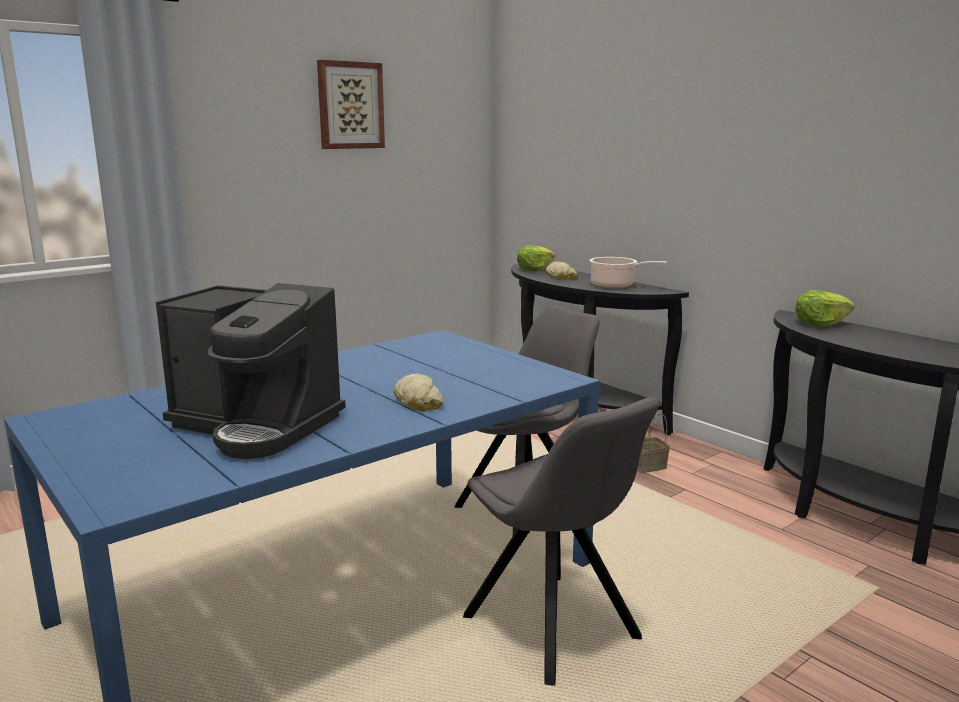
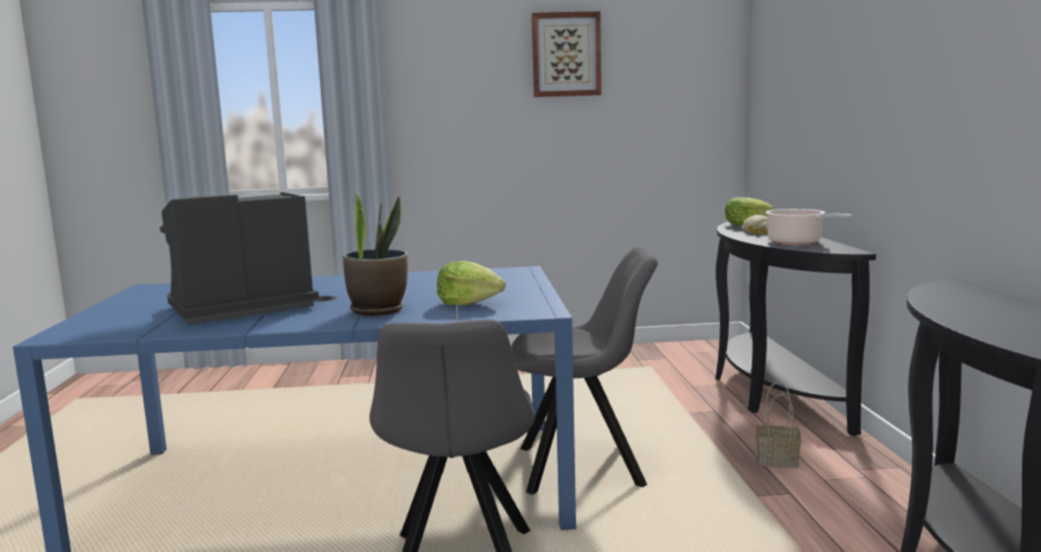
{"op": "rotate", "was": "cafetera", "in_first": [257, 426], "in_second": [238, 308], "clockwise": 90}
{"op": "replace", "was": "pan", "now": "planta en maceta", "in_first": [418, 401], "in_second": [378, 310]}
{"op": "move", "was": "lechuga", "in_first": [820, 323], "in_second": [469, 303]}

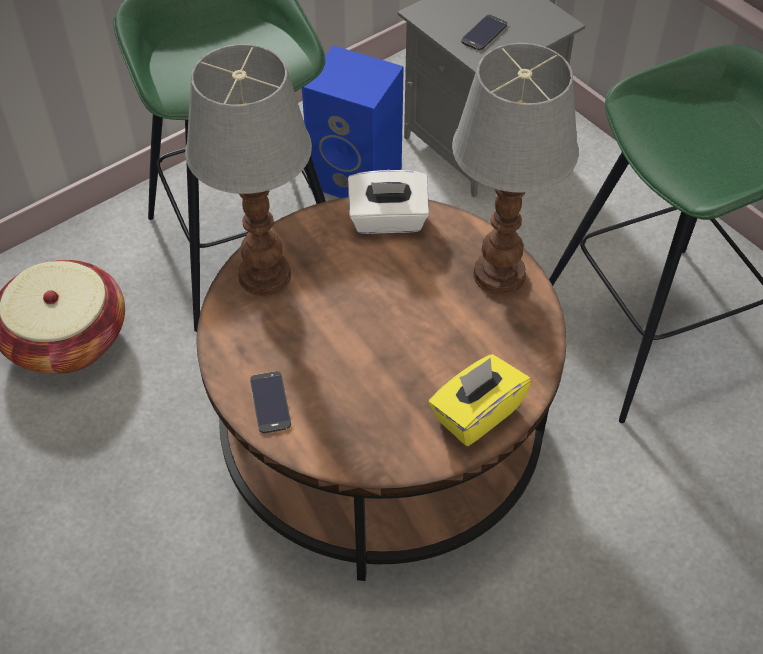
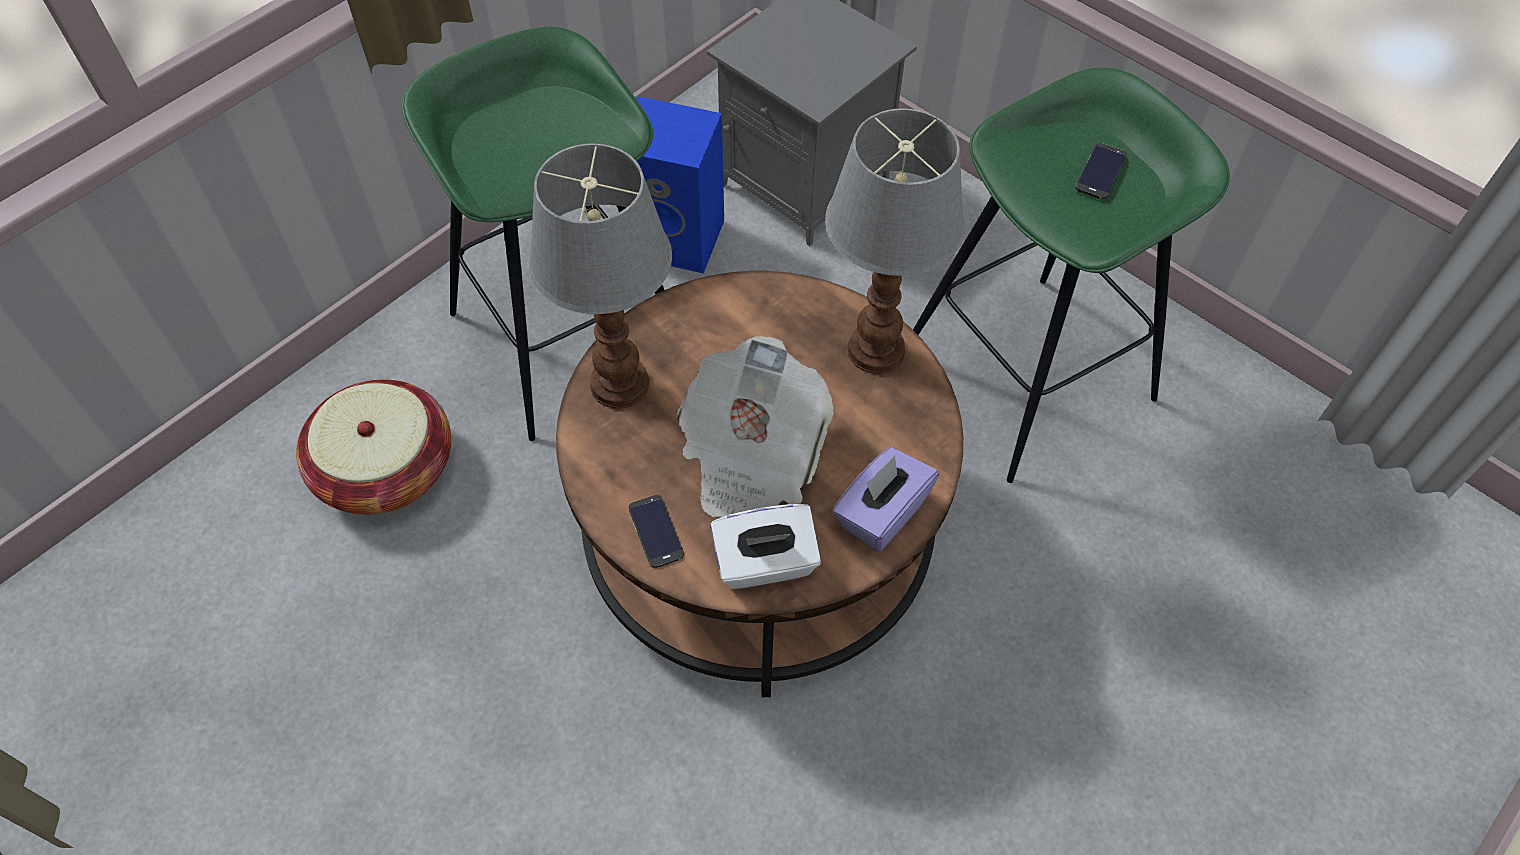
{"op": "move", "was": "caja de pañuelos (blanco)", "in_first": [388, 220], "in_second": [765, 563]}
{"op": "recolor", "was": "caja de pañuelos (amarillo)", "now": "caja de pañuelos (morado)", "in_first": [476, 413], "in_second": [881, 513]}
{"op": "move", "was": "móvil", "in_first": [484, 33], "in_second": [1100, 172]}
{"op": "insert", "now": "periódico", "in_second": [750, 454]}

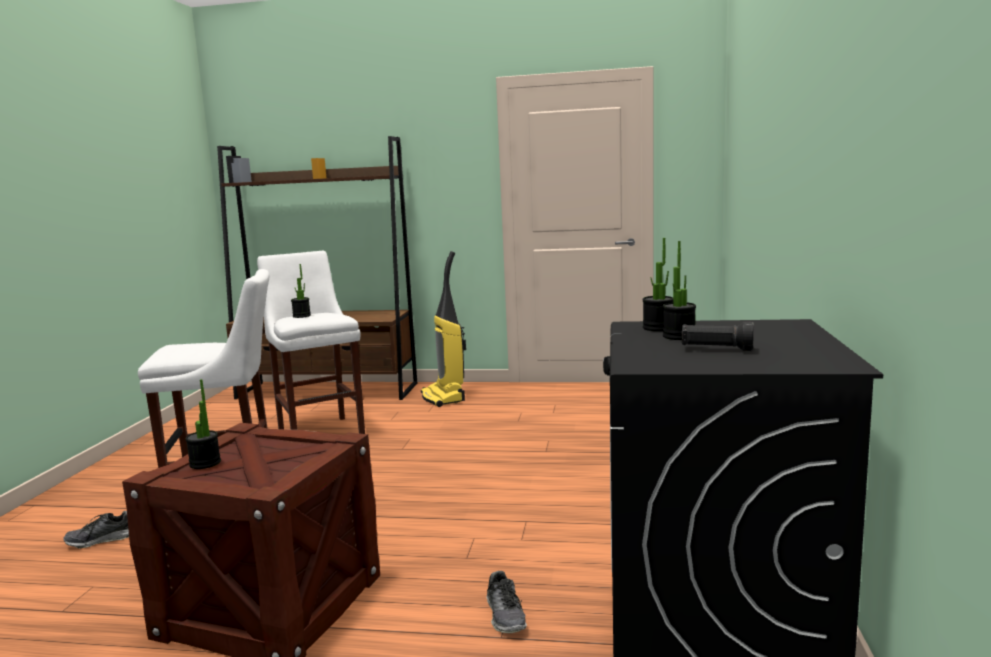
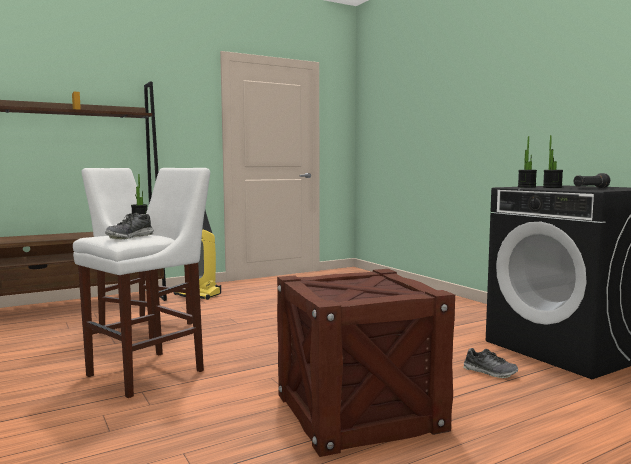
{"op": "move", "was": "zapato", "in_first": [102, 540], "in_second": [130, 237]}
{"op": "delete", "was": "planta en maceta", "in_first": [205, 463]}

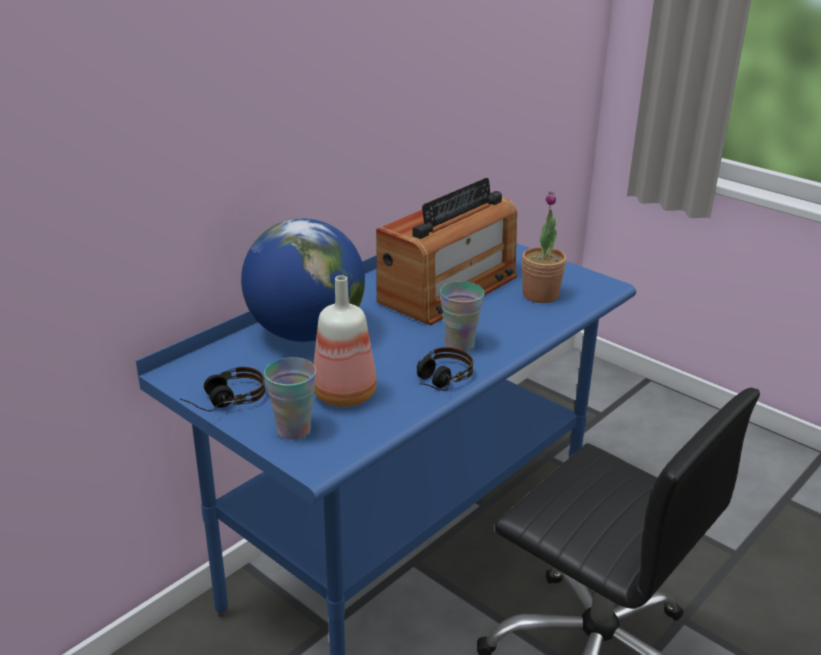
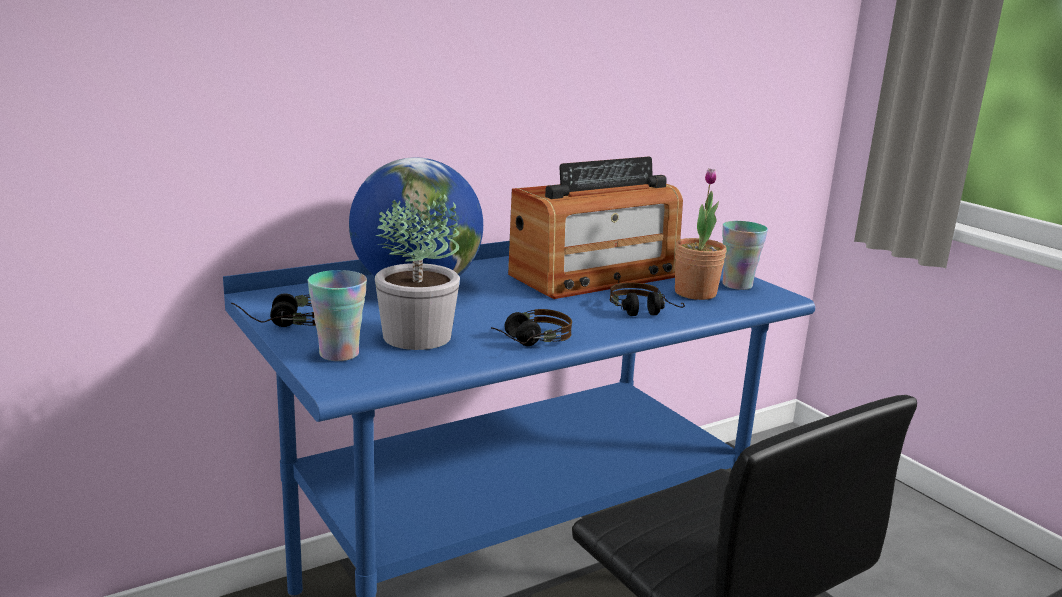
{"op": "replace", "was": "botella", "now": "planta en maceta", "in_first": [346, 394], "in_second": [419, 336]}
{"op": "move", "was": "taza", "in_first": [459, 344], "in_second": [737, 285]}
{"op": "insert", "now": "auriculares", "in_second": [645, 314]}

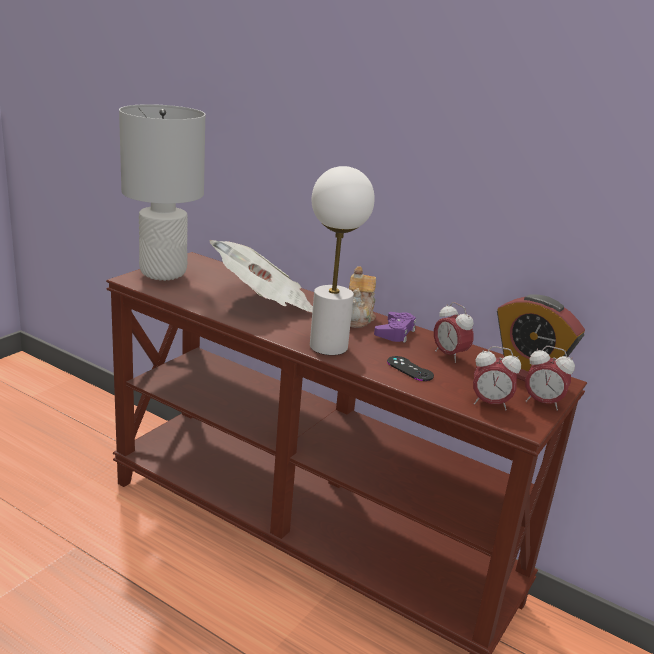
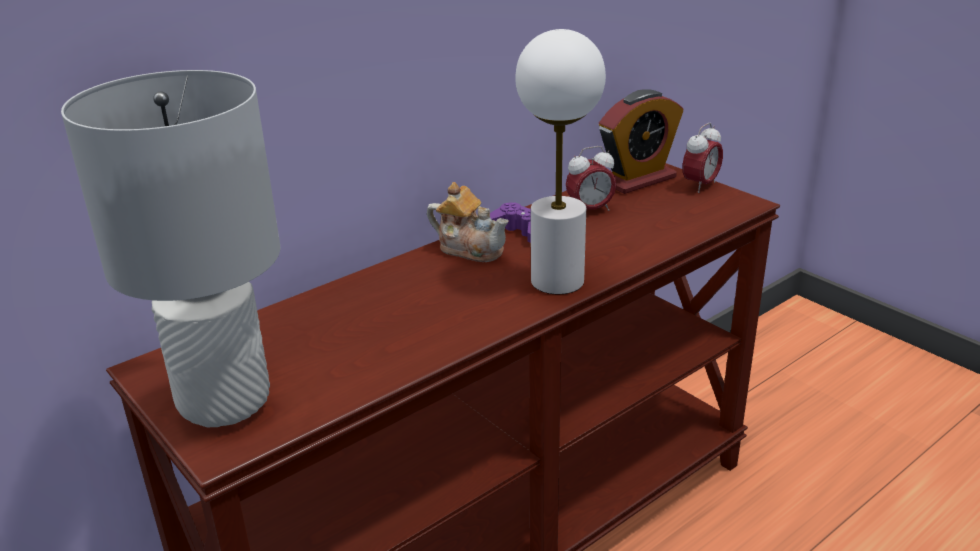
{"op": "delete", "was": "periódico", "in_first": [264, 303]}
{"op": "delete", "was": "mando de consola (negro)", "in_first": [410, 369]}
{"op": "delete", "was": "despertador", "in_first": [490, 404]}

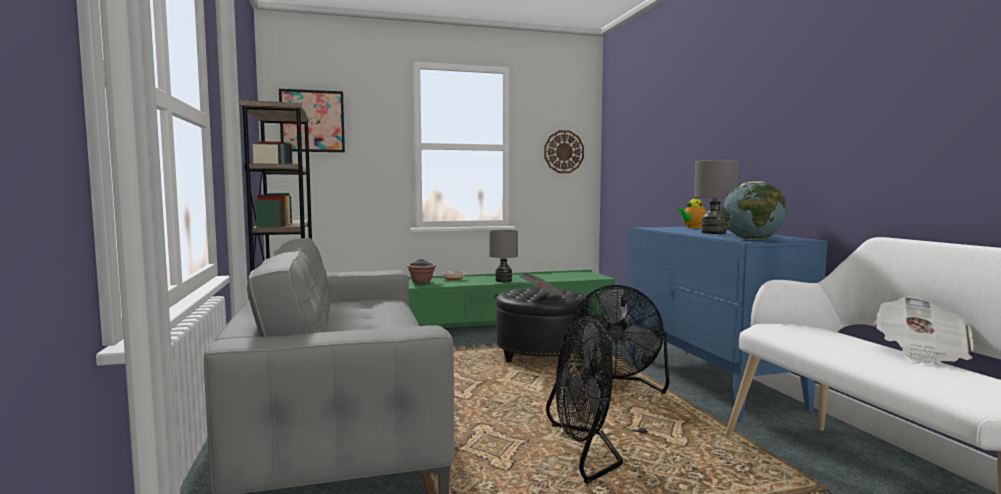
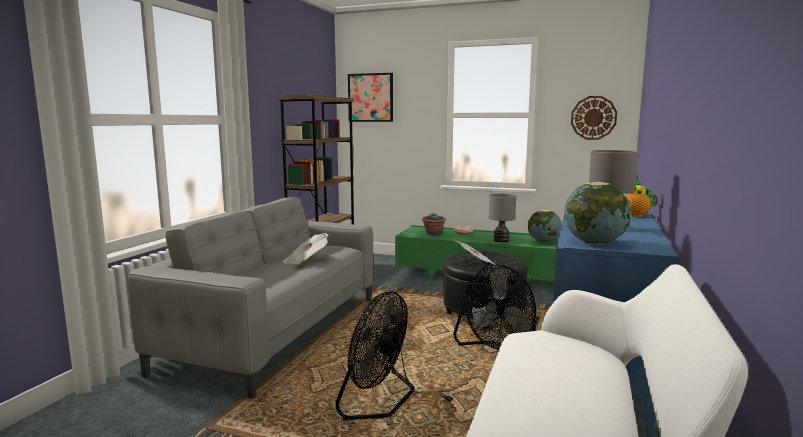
{"op": "move", "was": "periódico", "in_first": [921, 352], "in_second": [306, 261]}
{"op": "insert", "now": "globo terráqueo", "in_second": [543, 242]}

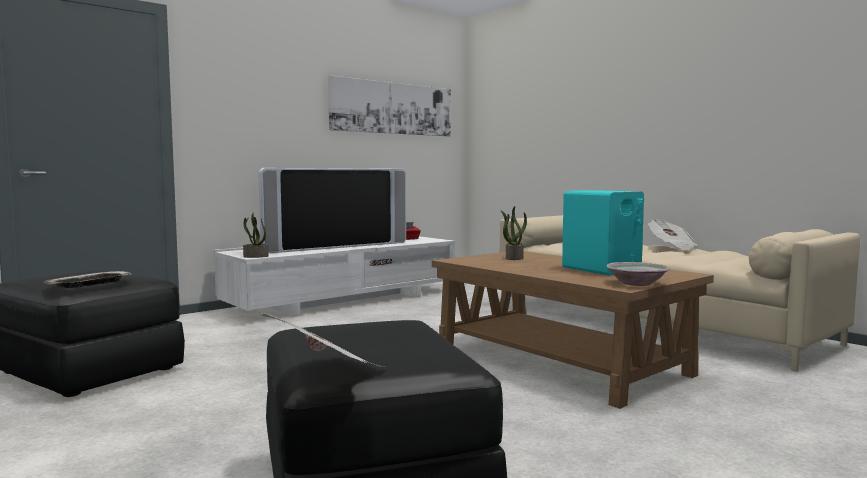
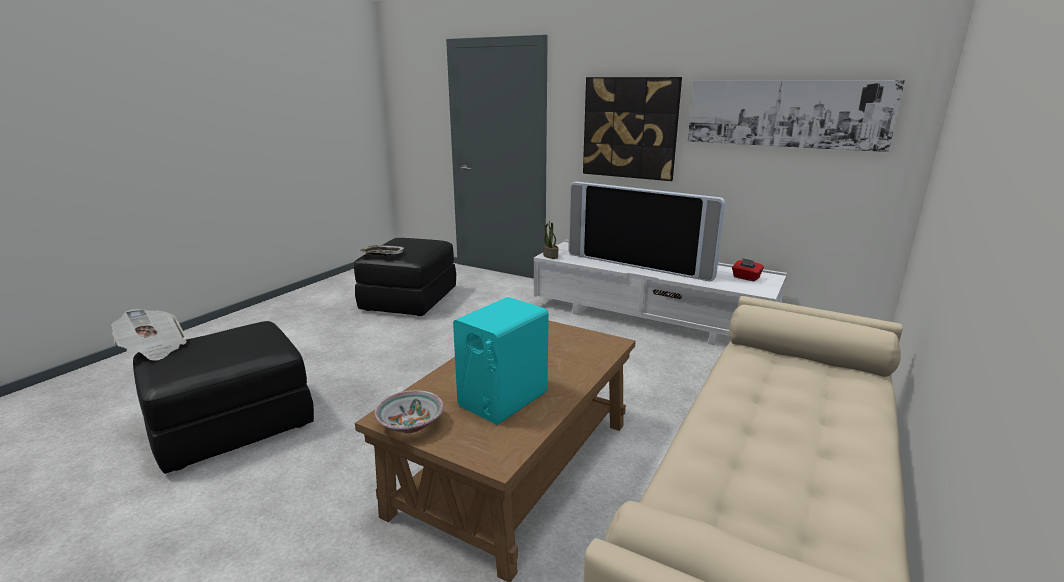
{"op": "delete", "was": "planta en maceta", "in_first": [514, 258]}
{"op": "delete", "was": "periódico", "in_first": [672, 247]}
{"op": "insert", "now": "cuadro", "in_second": [630, 128]}

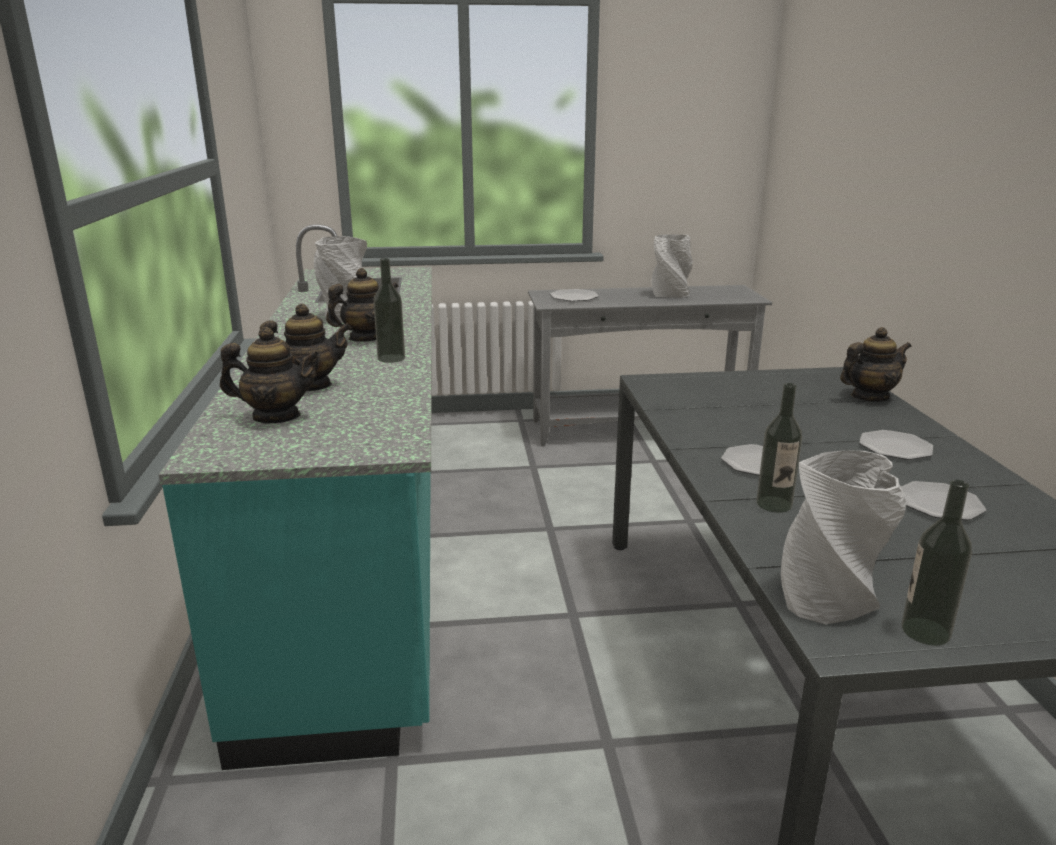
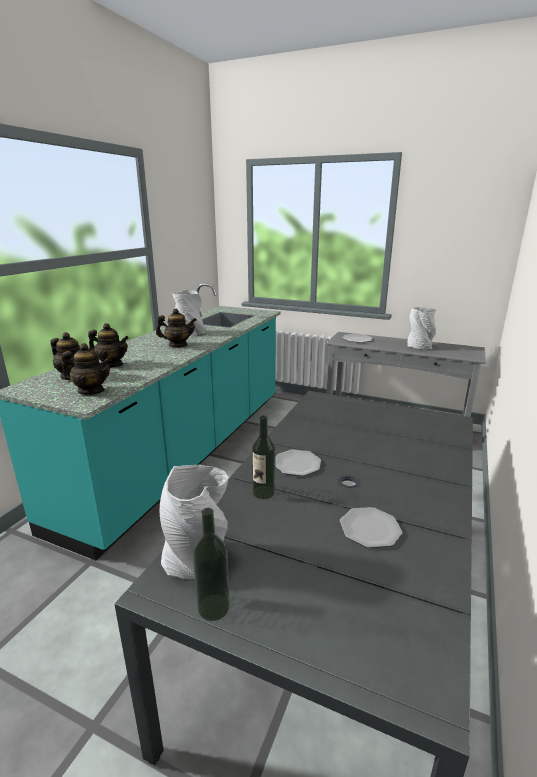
{"op": "delete", "was": "botella", "in_first": [391, 358]}
{"op": "move", "was": "tetera", "in_first": [869, 397], "in_second": [91, 391]}
{"op": "delete", "was": "plato", "in_first": [896, 448]}

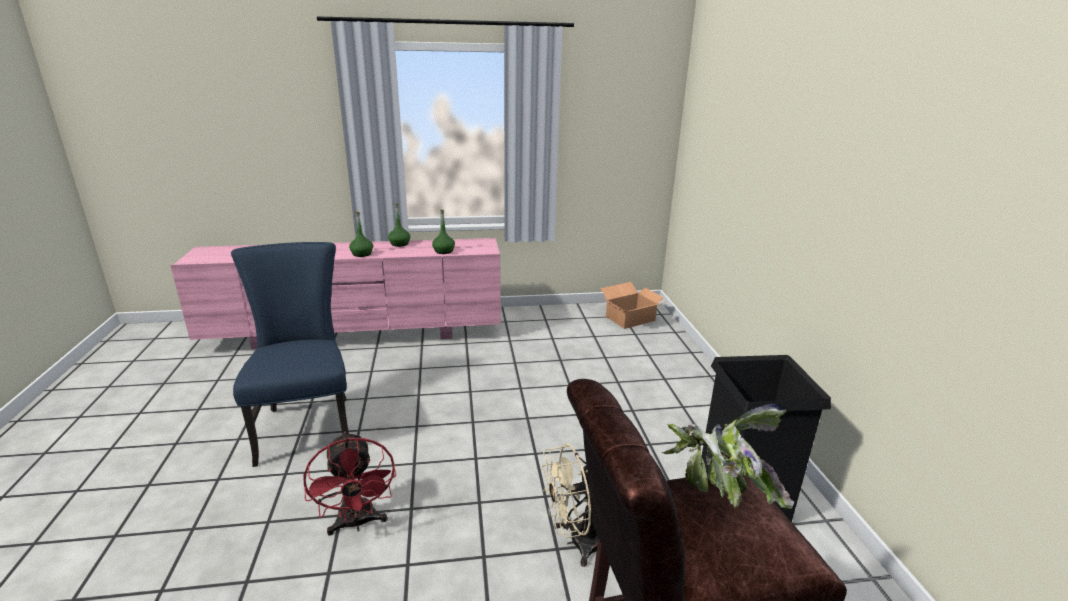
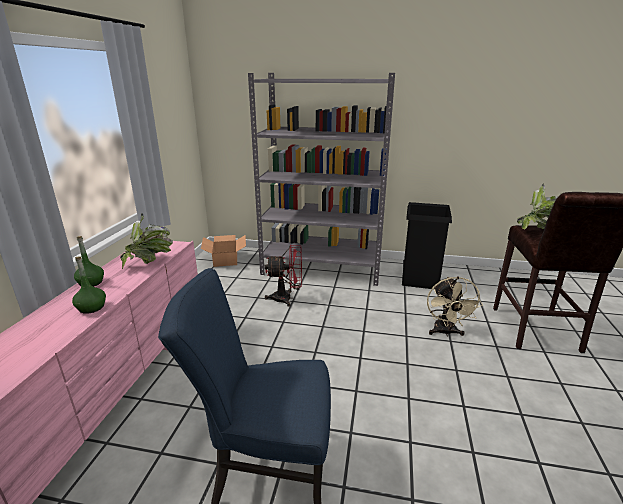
{"op": "move", "was": "ventilador (rojo)", "in_first": [357, 523], "in_second": [287, 298]}
{"op": "replace", "was": "botella (verde)", "now": "planta en maceta", "in_first": [444, 251], "in_second": [149, 263]}
{"op": "insert", "now": "estantería (gris)", "in_second": [322, 266]}

